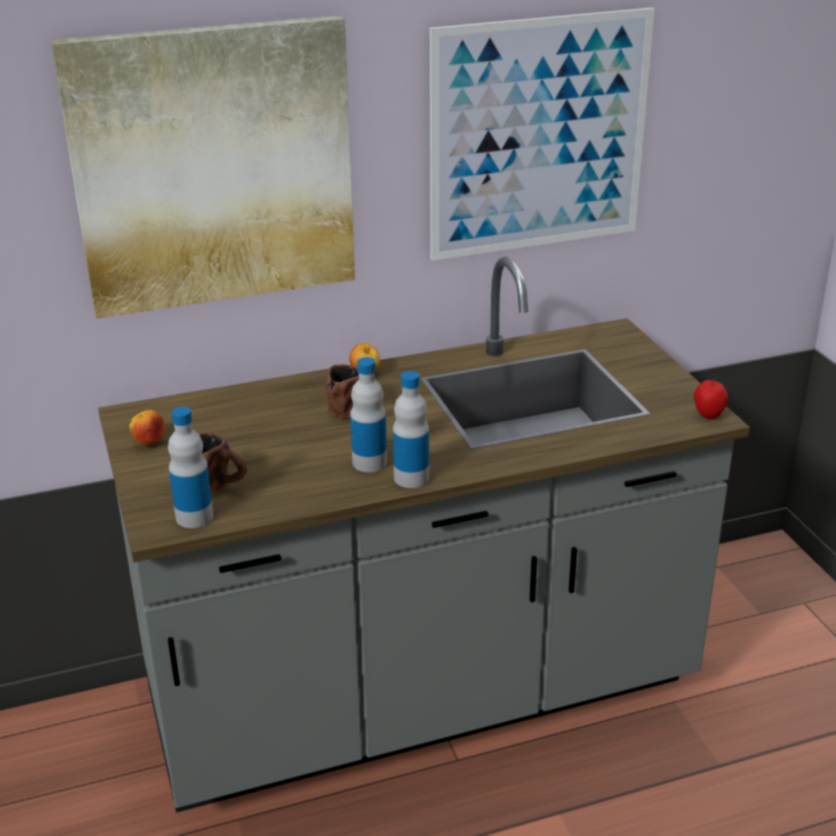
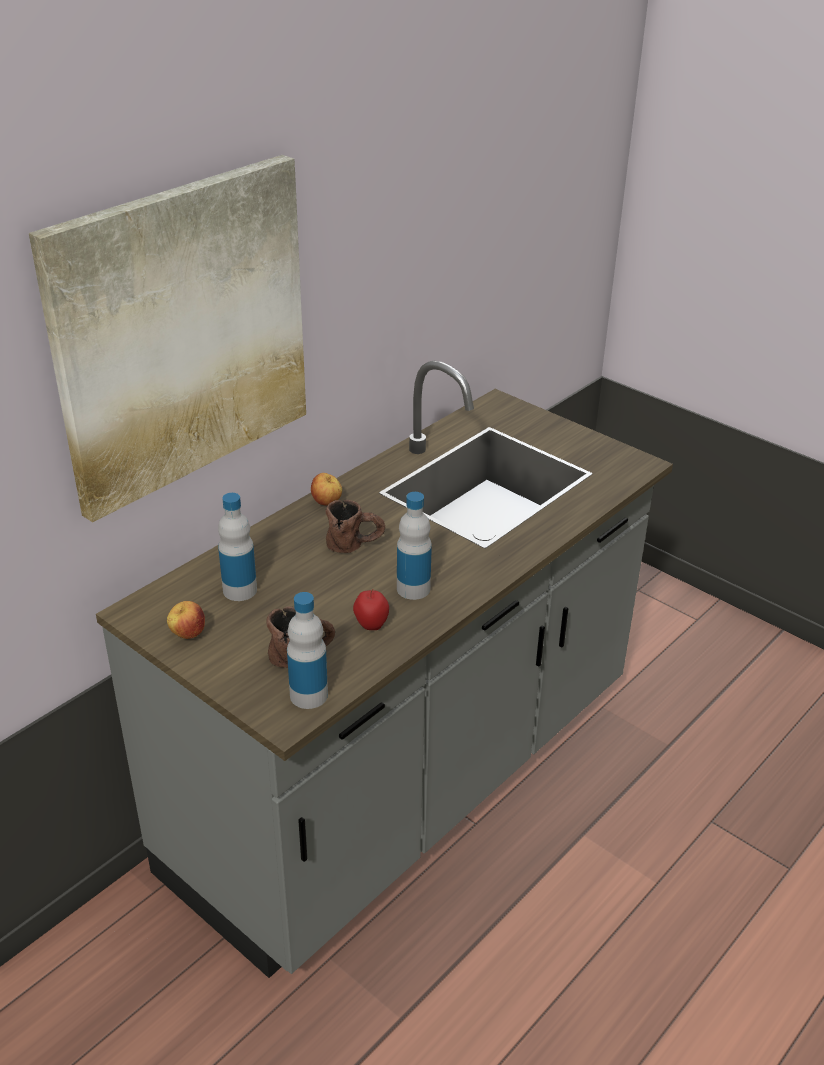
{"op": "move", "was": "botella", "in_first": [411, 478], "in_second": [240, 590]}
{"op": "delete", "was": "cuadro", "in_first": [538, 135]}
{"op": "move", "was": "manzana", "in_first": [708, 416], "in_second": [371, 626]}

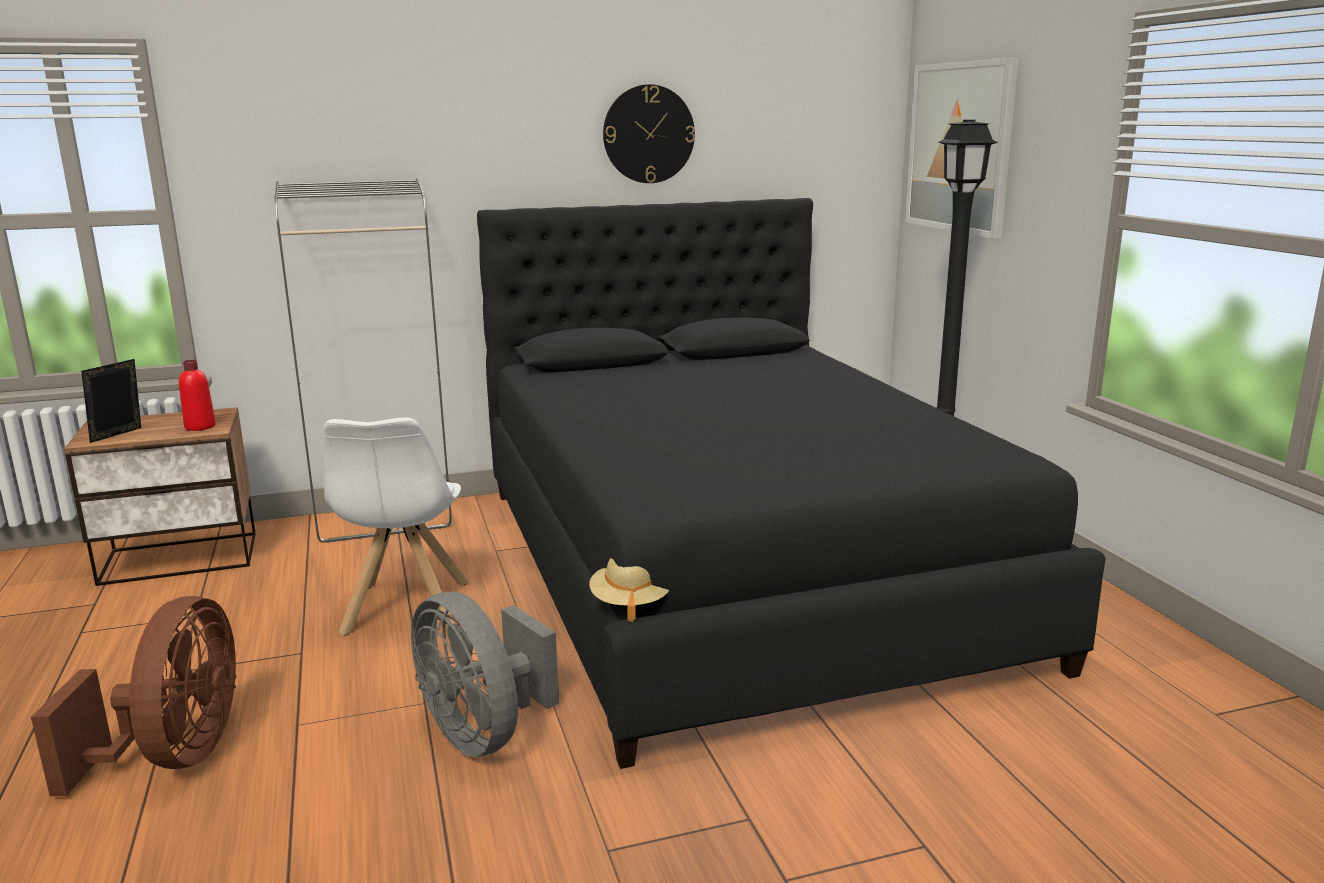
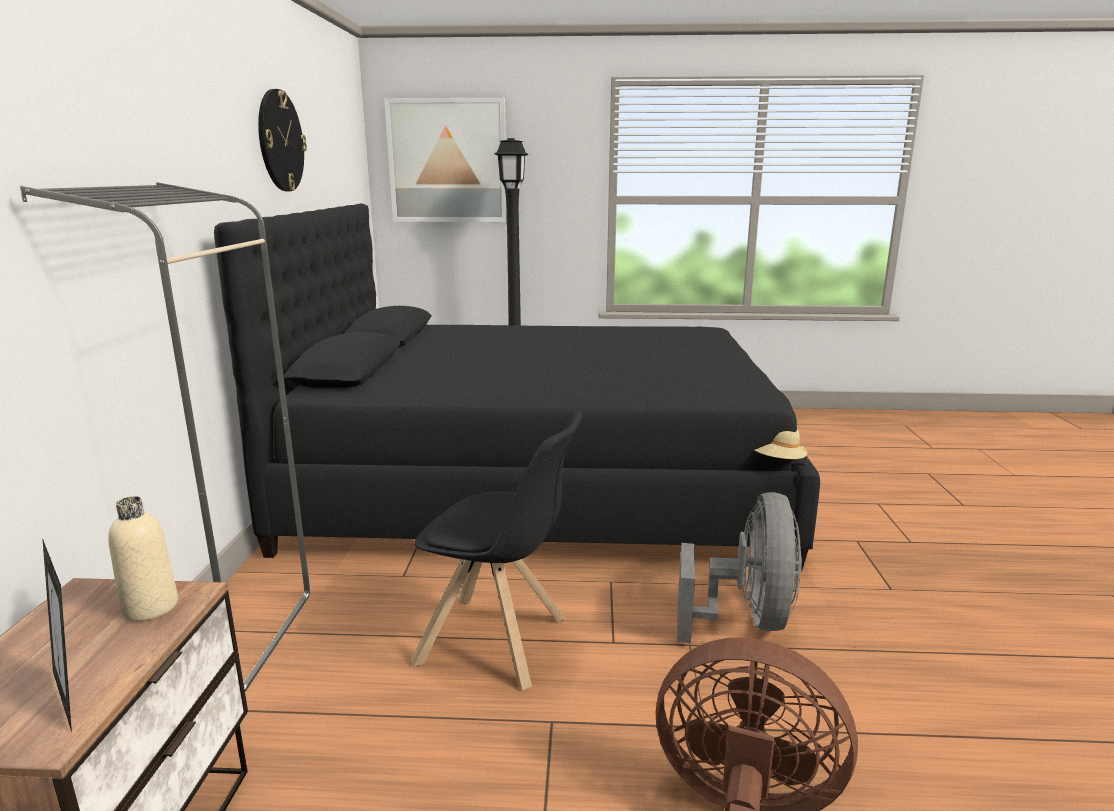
{"op": "recolor", "was": "botella (rojo)", "now": "botella (beis)", "in_first": [200, 427], "in_second": [150, 607]}
{"op": "recolor", "was": "silla (blanco)", "now": "silla (negro)", "in_first": [405, 611], "in_second": [499, 641]}
{"op": "rotate", "was": "ventilador (gris)", "in_first": [483, 733], "in_second": [746, 619], "clockwise": -60}

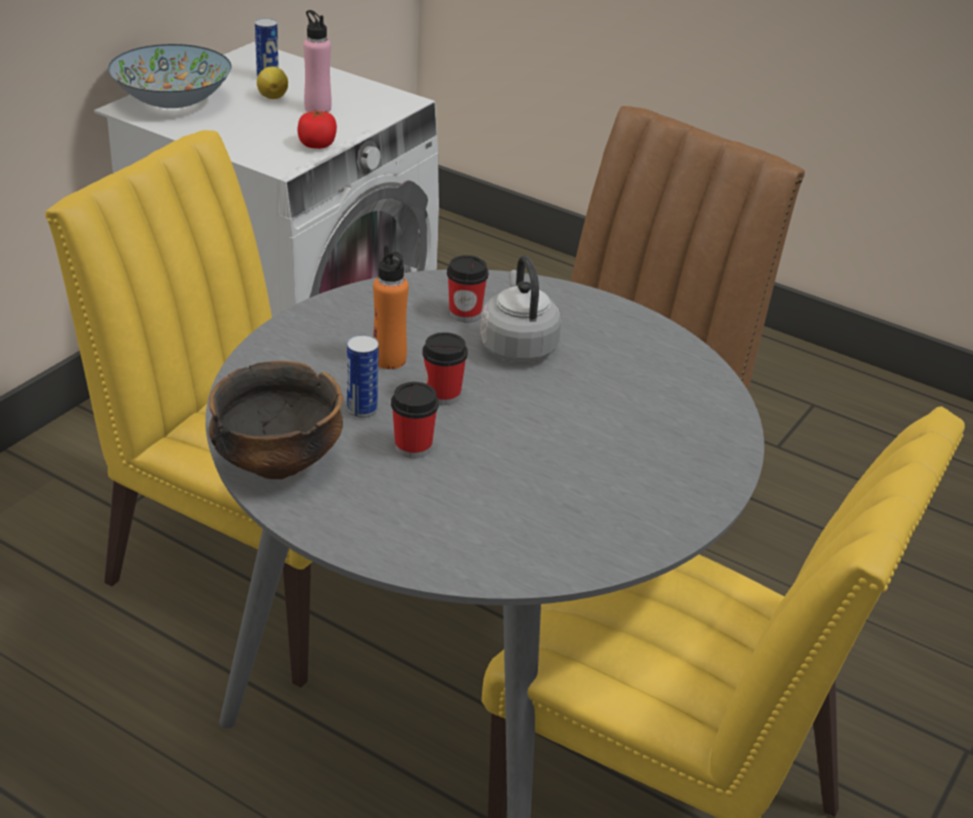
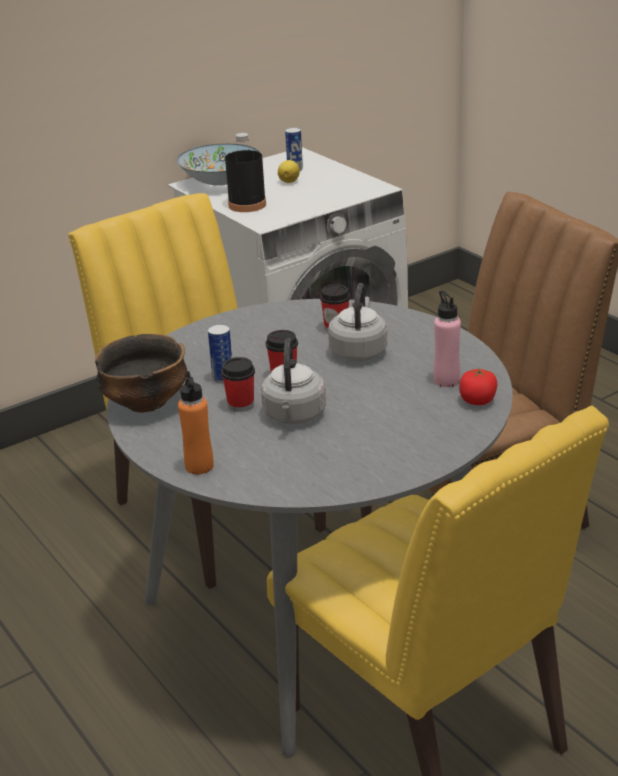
{"op": "move", "was": "tomate", "in_first": [317, 145], "in_second": [477, 400]}
{"op": "move", "was": "botella (rosa)", "in_first": [317, 109], "in_second": [446, 380]}
{"op": "move", "was": "botella (naranja)", "in_first": [389, 360], "in_second": [199, 466]}
{"op": "insert", "now": "botella (negro)", "in_second": [247, 205]}
{"op": "insert", "now": "hervidor (gris)", "in_second": [294, 416]}

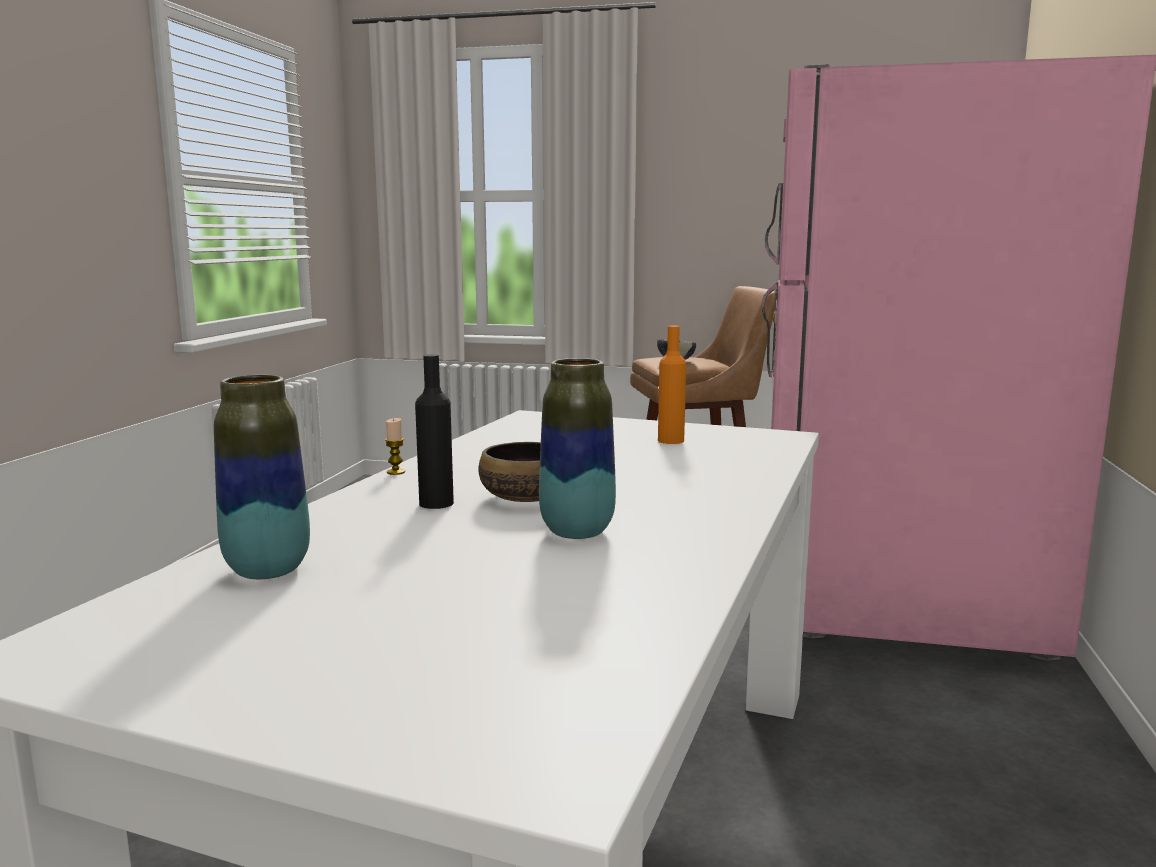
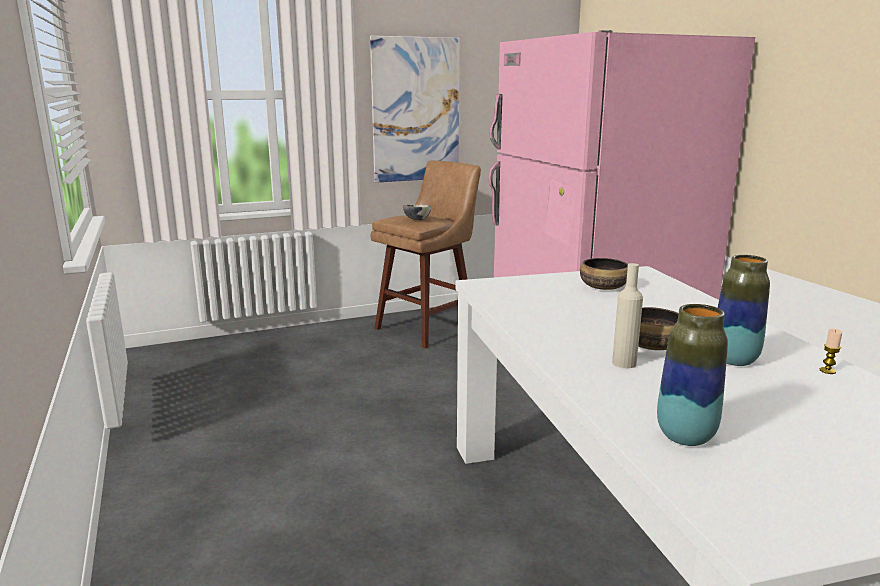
{"op": "move", "was": "vela", "in_first": [396, 472], "in_second": [827, 371]}
{"op": "recolor", "was": "botella (negro)", "now": "botella (beis)", "in_first": [436, 503], "in_second": [624, 363]}
{"op": "replace", "was": "botella (naranja)", "now": "cuenco", "in_first": [671, 441], "in_second": [603, 287]}
{"op": "insert", "now": "cuadro", "in_second": [416, 110]}

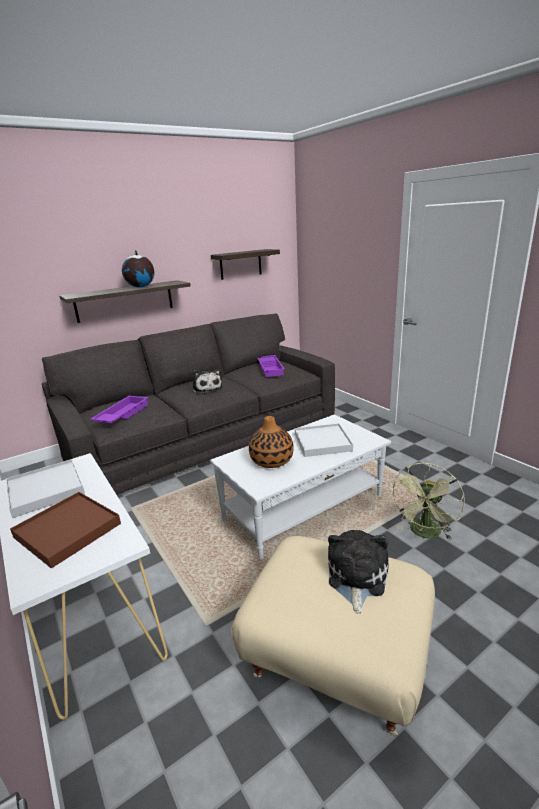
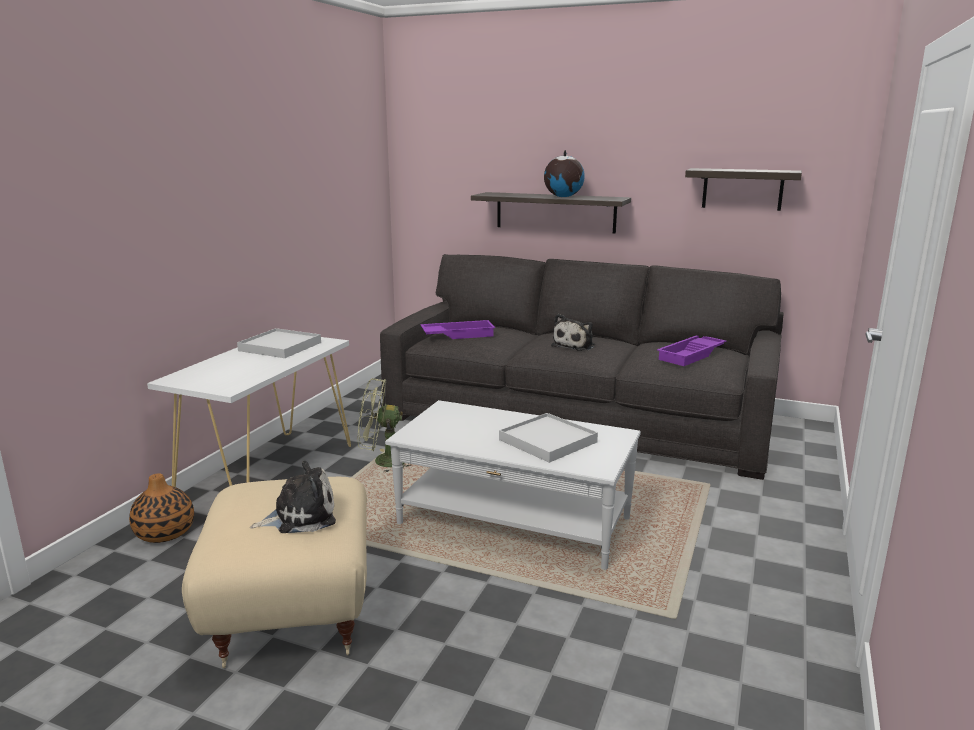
{"op": "delete", "was": "bandeja (marrón)", "in_first": [68, 530]}
{"op": "move", "was": "florero", "in_first": [271, 460], "in_second": [165, 533]}
{"op": "move", "was": "ventilador (verde)", "in_first": [425, 534], "in_second": [382, 462]}

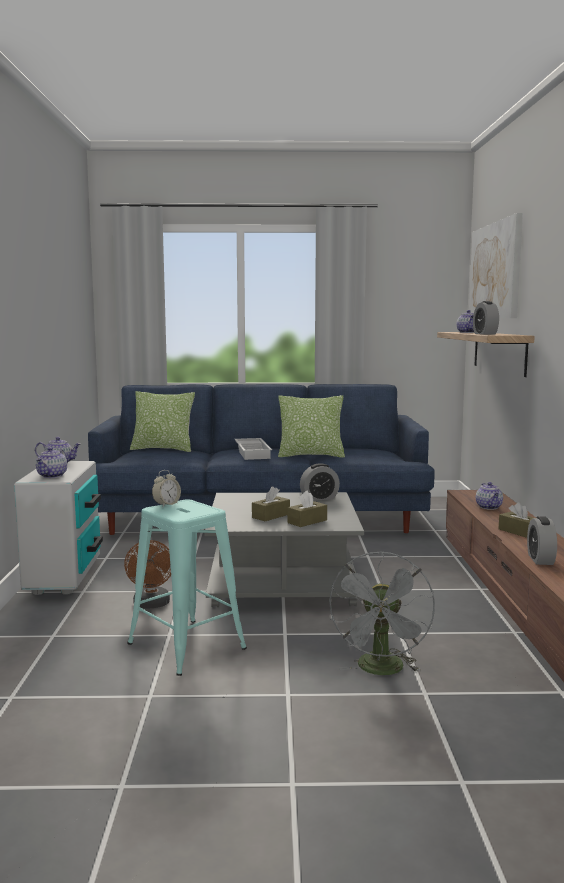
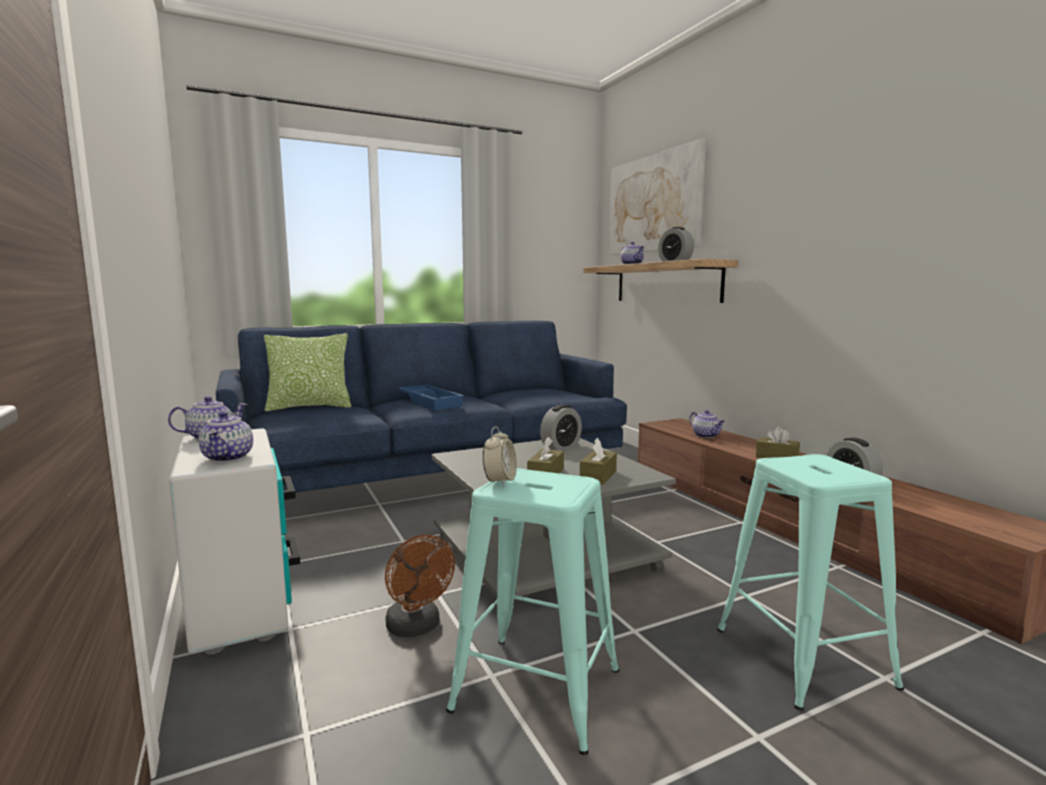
{"op": "recolor", "was": "bandeja (blanco)", "now": "bandeja (azul)", "in_first": [253, 453], "in_second": [431, 402]}
{"op": "delete", "was": "cojín", "in_first": [311, 455]}
{"op": "replace", "was": "ventilador (gris)", "now": "taburete (turquesa)", "in_first": [382, 671], "in_second": [802, 657]}

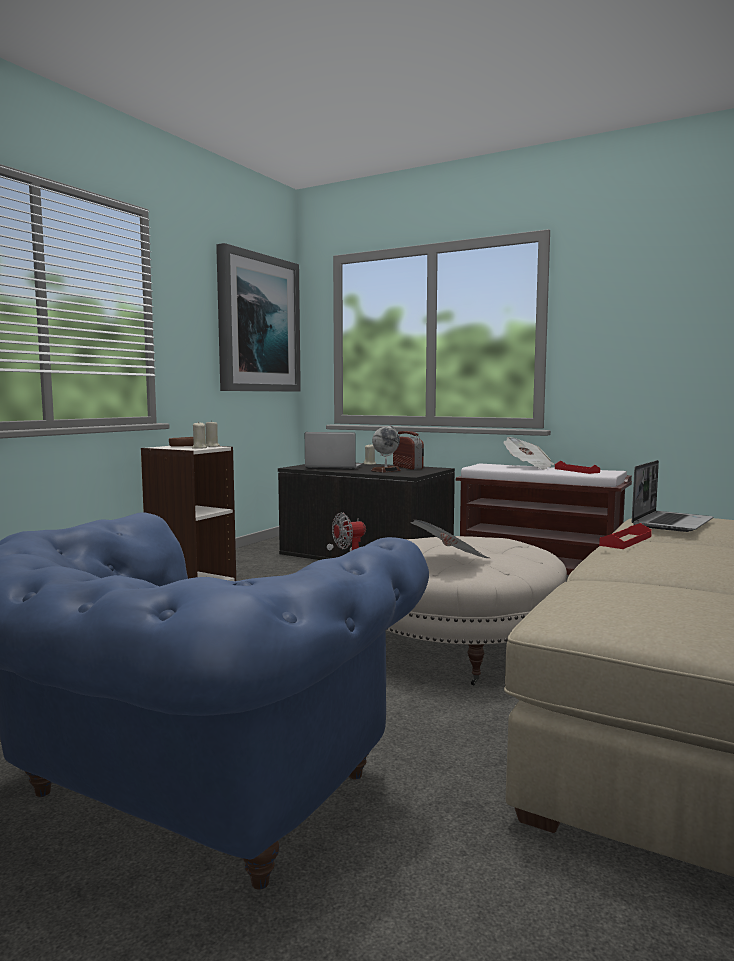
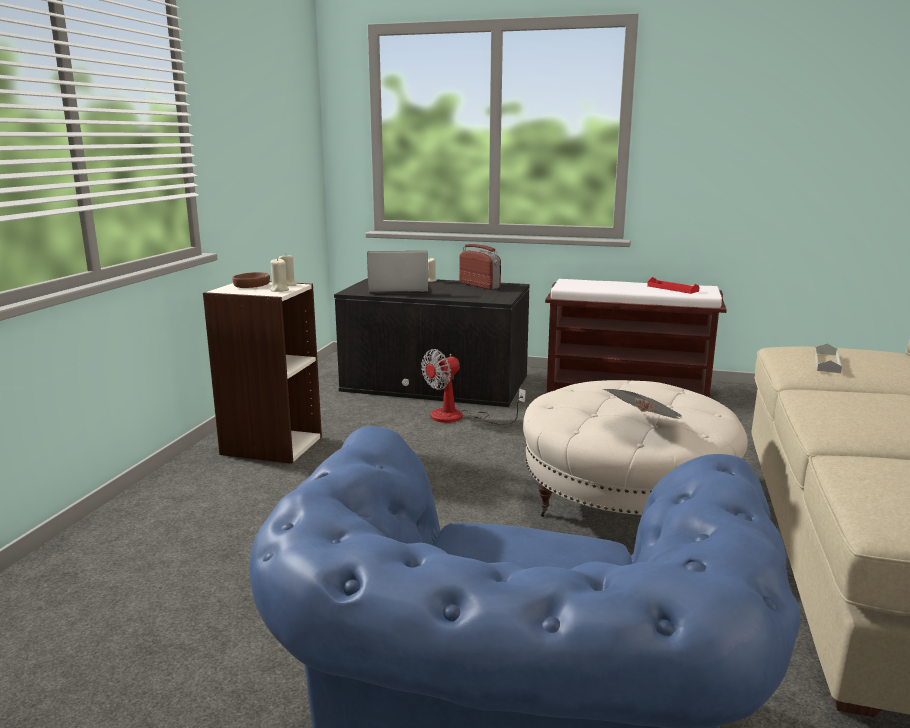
{"op": "delete", "was": "cuadro", "in_first": [258, 324]}
{"op": "delete", "was": "globo terráqueo", "in_first": [386, 470]}
{"op": "delete", "was": "periódico", "in_first": [528, 467]}
{"op": "delete", "was": "bandeja (rojo)", "in_first": [626, 541]}
{"op": "replace", "was": "portátil", "now": "bandeja (gris)", "in_first": [671, 523], "in_second": [827, 362]}

